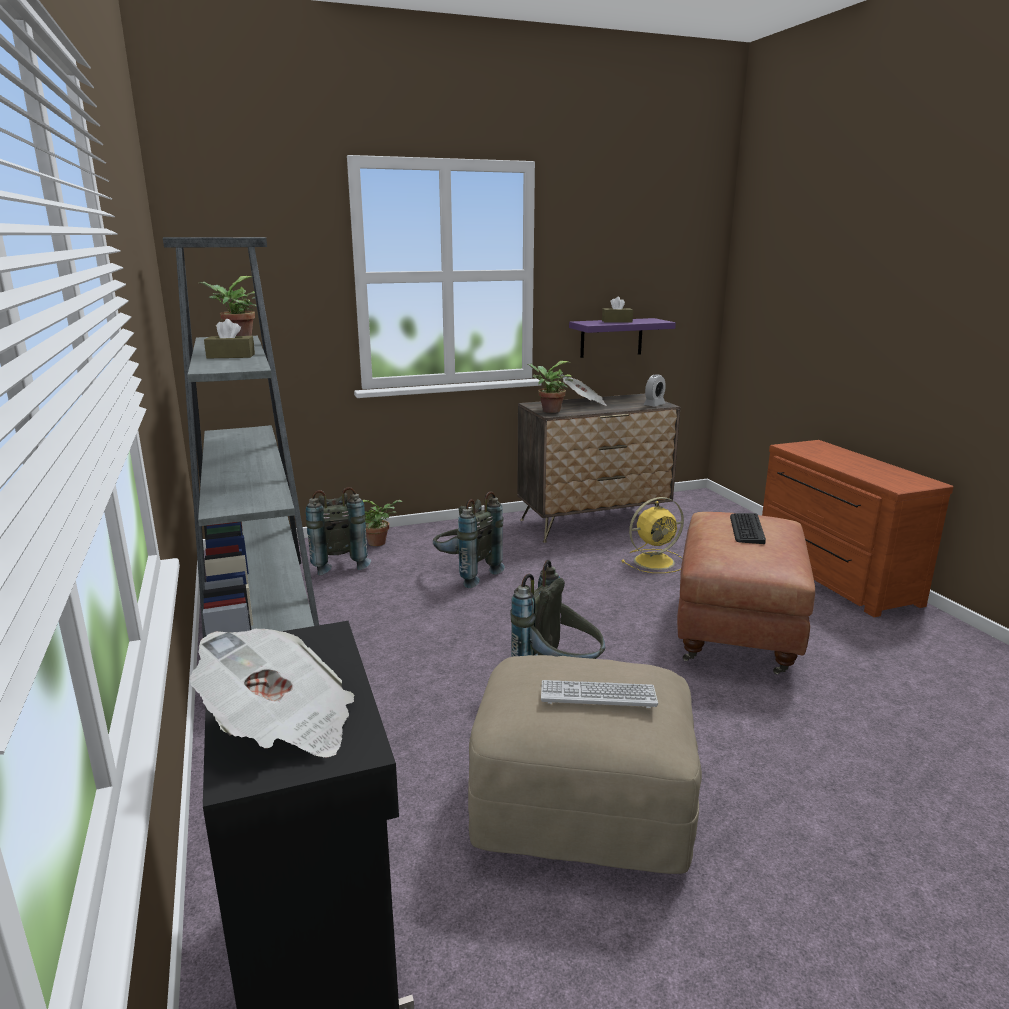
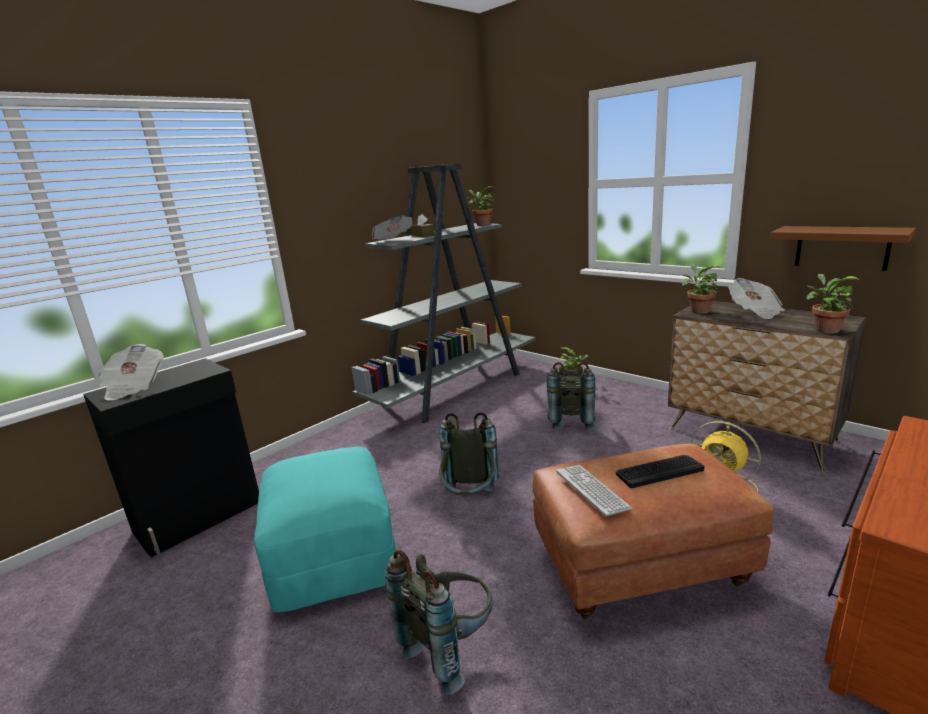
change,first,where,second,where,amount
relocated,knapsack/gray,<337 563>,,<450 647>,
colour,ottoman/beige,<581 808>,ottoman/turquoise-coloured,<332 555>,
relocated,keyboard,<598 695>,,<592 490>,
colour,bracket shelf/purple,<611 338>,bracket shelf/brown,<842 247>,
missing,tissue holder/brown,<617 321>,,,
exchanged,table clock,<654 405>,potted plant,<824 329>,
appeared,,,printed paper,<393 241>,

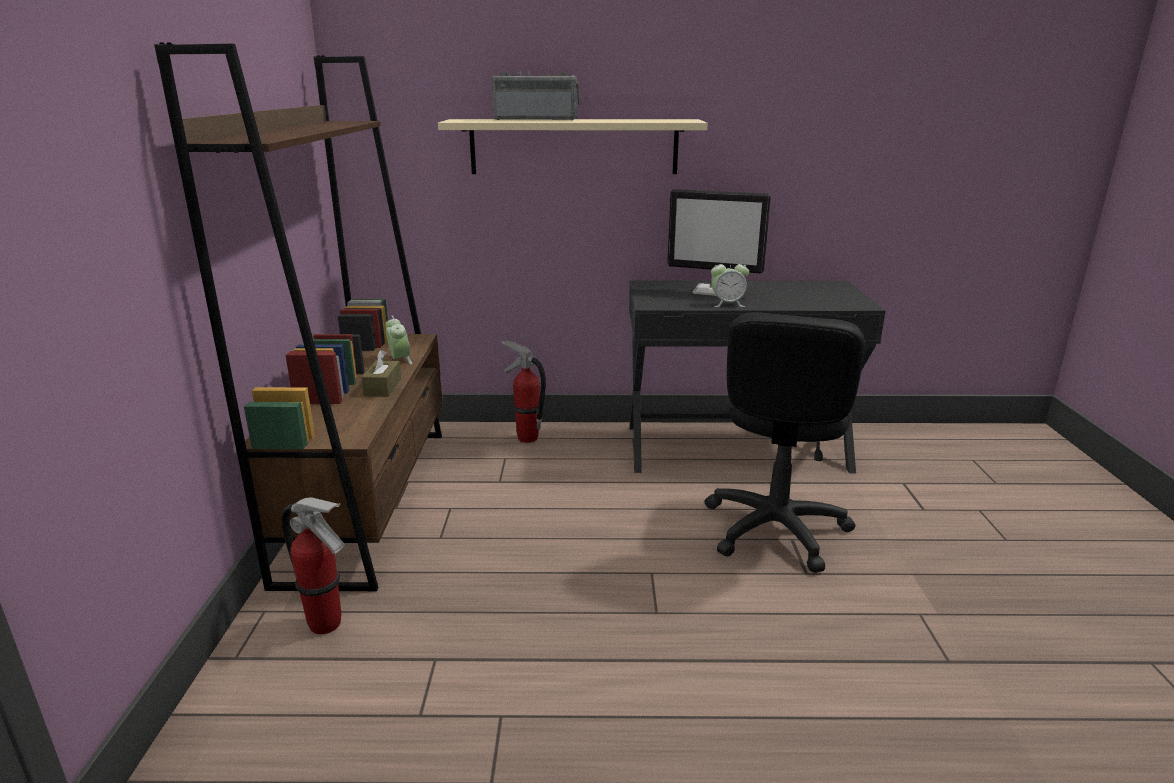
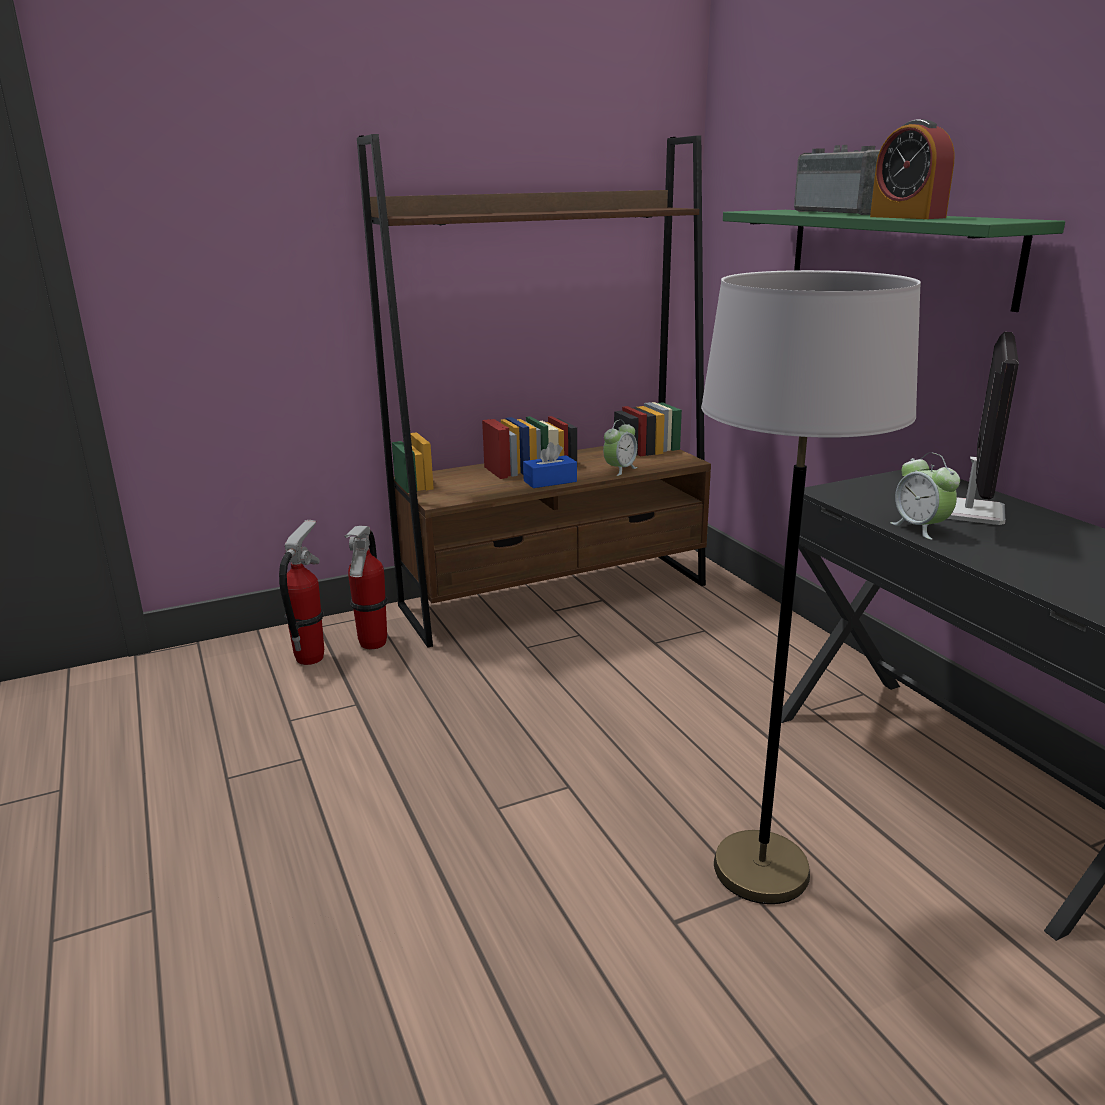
change,first,where,second,where,amount
colour,tissue holder/brown,<383 387>,tissue holder/blue-coloured,<550 481>,
colour,bracket shelf/beige,<574 147>,bracket shelf/green,<896 254>,
relocated,fire-fighting cylinder,<527 438>,,<310 657>,
spun,monitor,<713 291>,,<970 512>,150 degrees counterclockwise
exchanged,office chair/black-coloured,<774 529>,floor lamp/gray,<760 869>,
appeared,,,table clock,<907 217>,

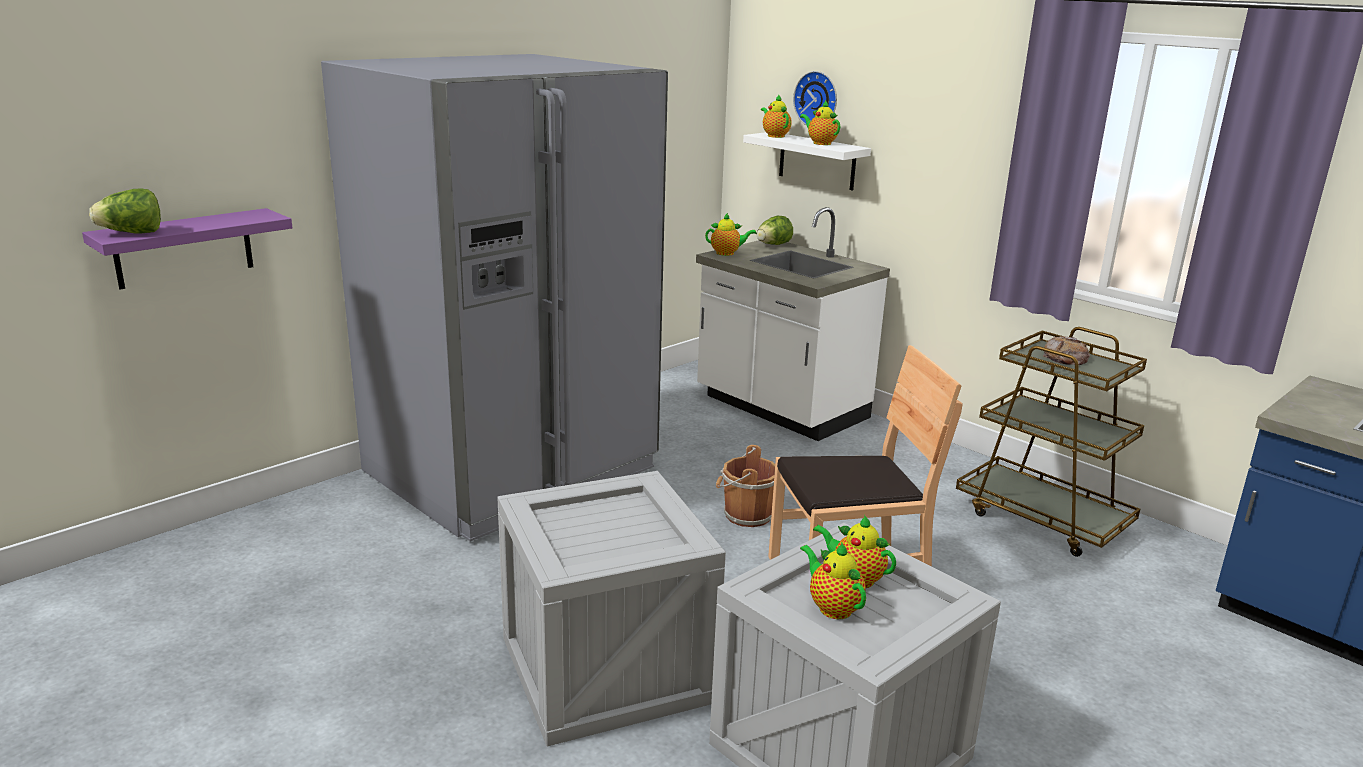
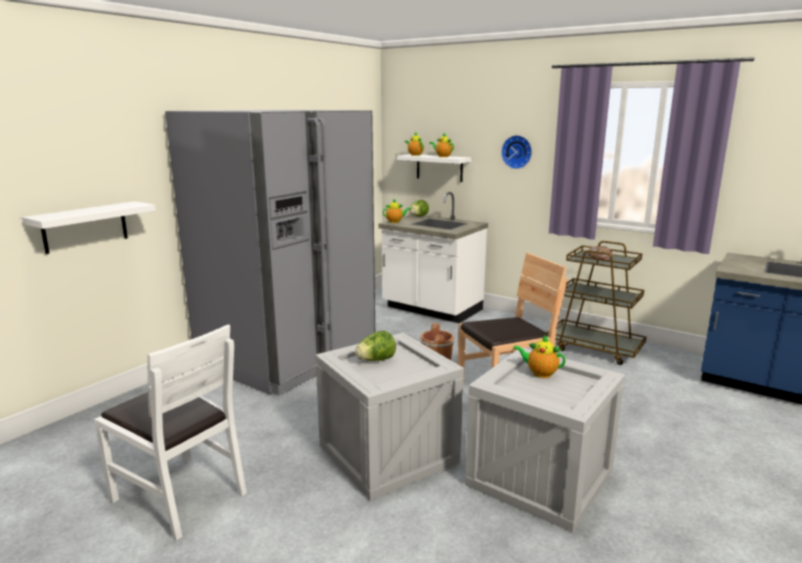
change,first,where,second,where,amount
colour,bracket shelf/purple,<184 248>,bracket shelf/white,<85 227>,
relocated,lettuce head,<132 233>,,<376 360>,
relocated,hanging clock,<817 99>,,<517 152>,
missing,teapot,<832 607>,,,
appeared,,,plain chair/white,<179 495>,

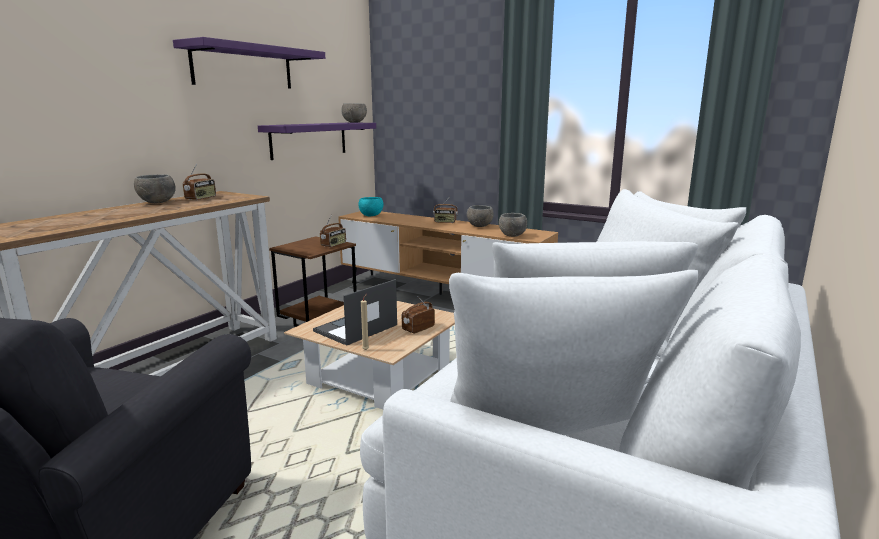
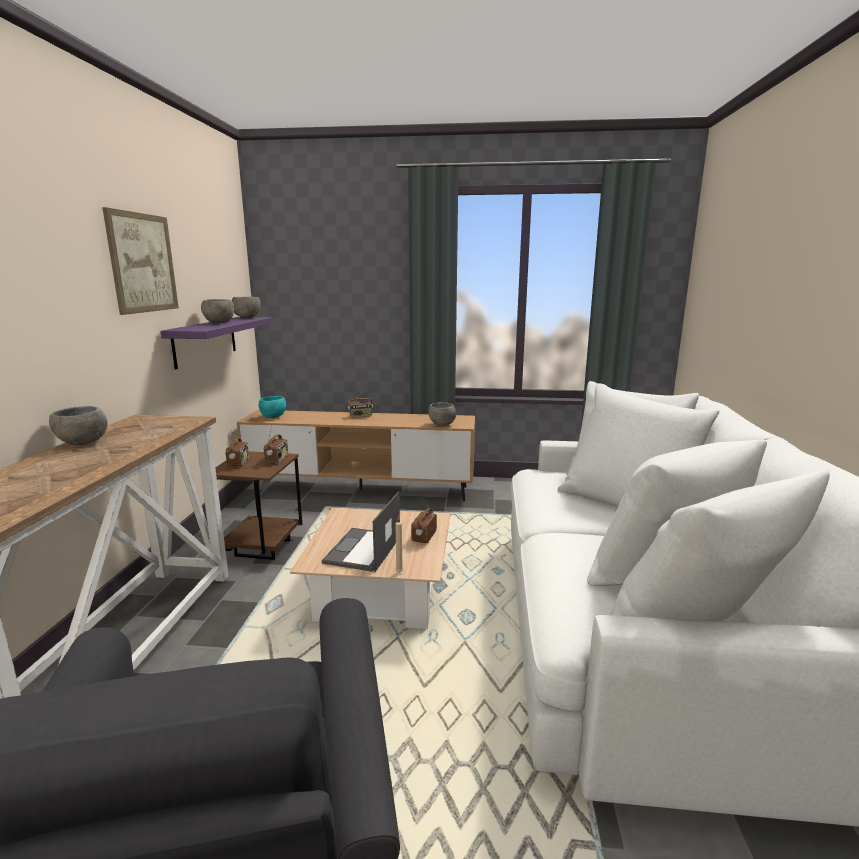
change,first,where,second,where,amount
exchanged,bracket shelf/purple,<243 67>,wall picture,<143 263>,
relocated,radio,<201 198>,,<238 463>,
relocated,serving bowl/gray,<480 226>,,<219 323>,

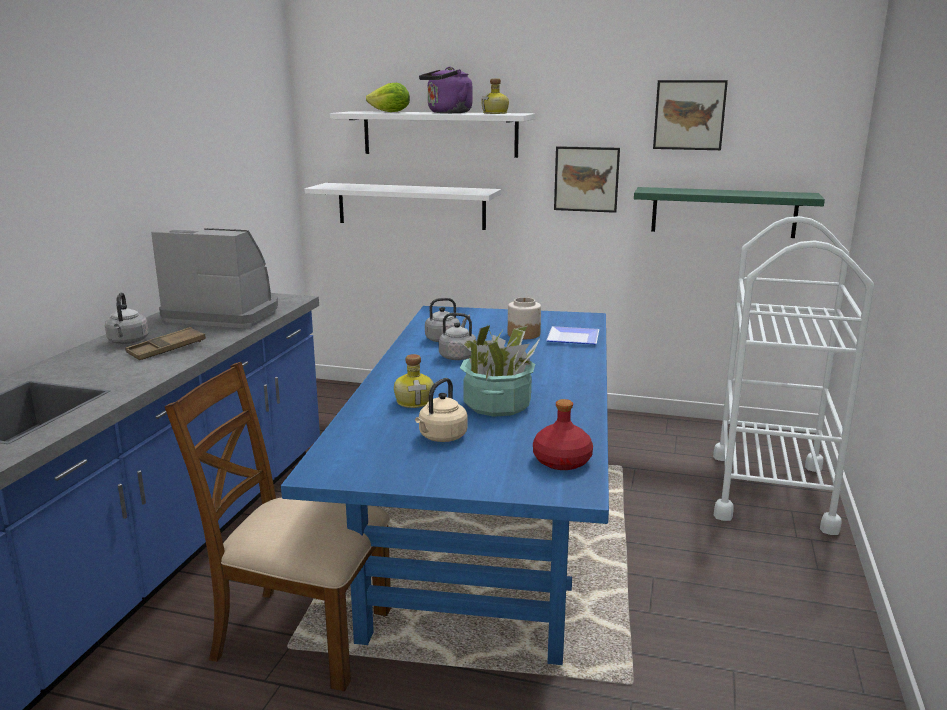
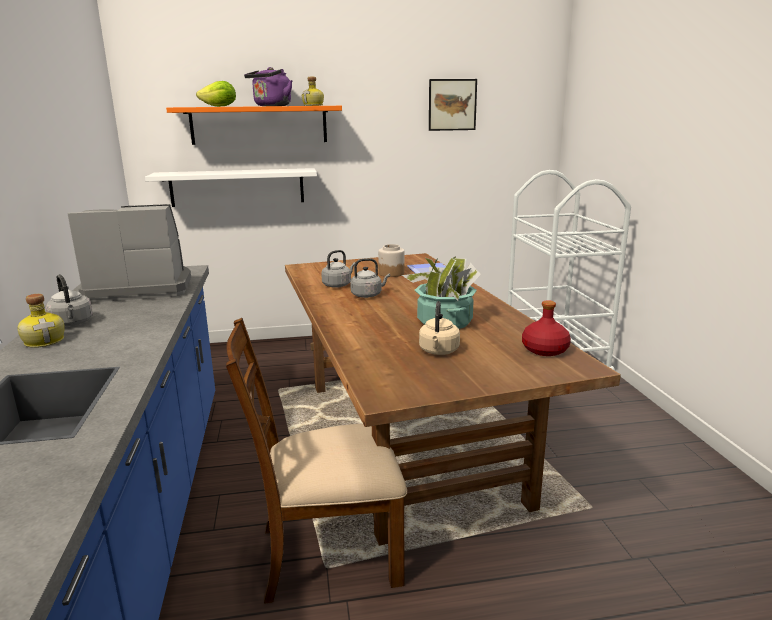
change,first,where,second,where,amount
missing,carrying tray/brown,<167 349>,,,
colour,kitchen table/blue-coloured,<485 539>,kitchen table/brown,<405 437>,
colour,bracket shelf/white,<439 134>,bracket shelf/orange,<259 125>,
relocated,drink bottle,<415 401>,,<45 341>,
missing,wall picture,<586 179>,,,
missing,bracket shelf/green,<723 212>,,,

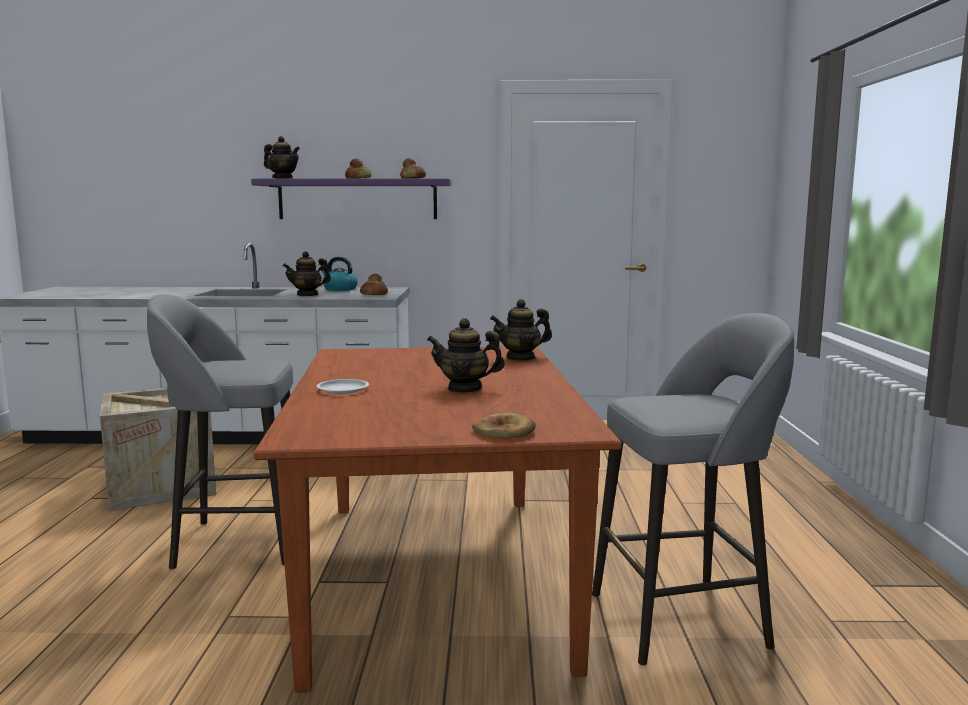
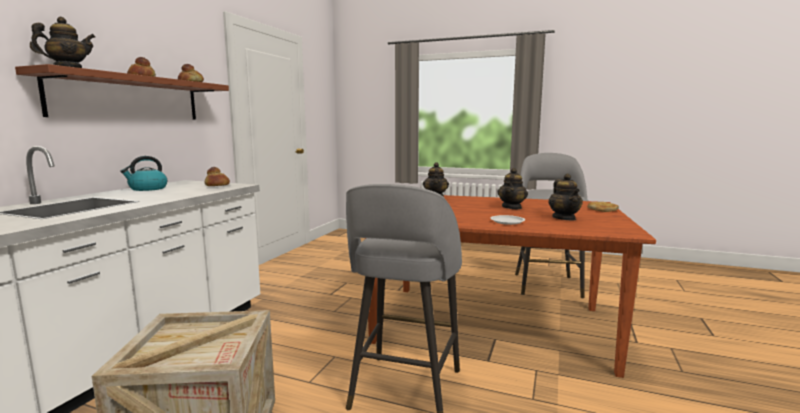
change,first,where,second,where,amount
colour,bracket shelf/purple,<357 199>,bracket shelf/brown,<129 98>,
relocated,teapot,<307 294>,,<564 218>,

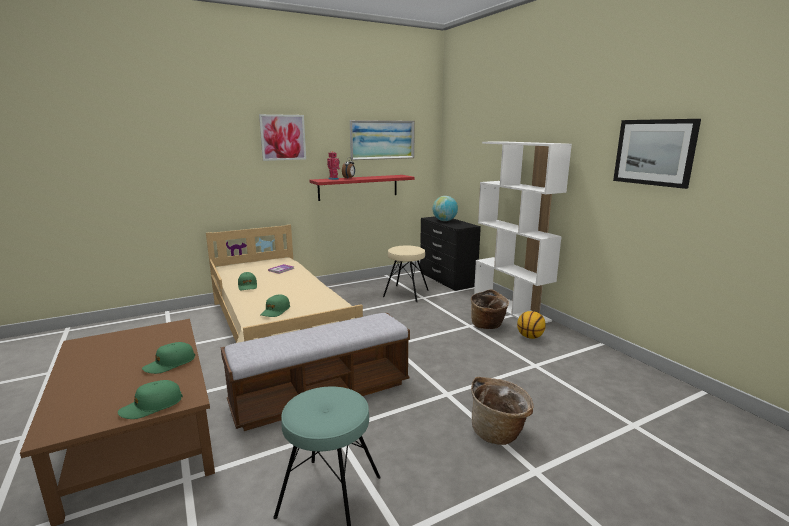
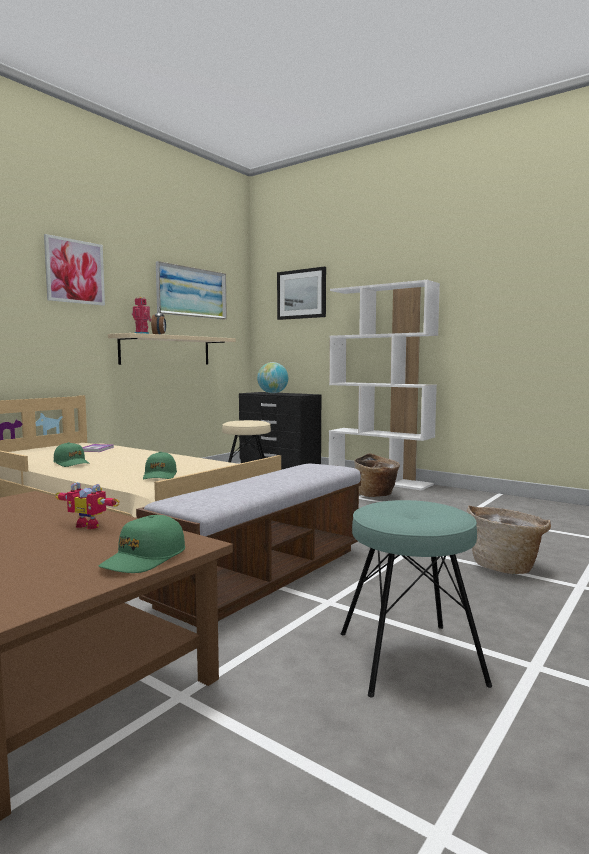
change,first,where,second,where,amount
exchanged,baseball cap/green,<170 364>,toy robot,<91 525>,
colour,bracket shelf/red,<358 187>,bracket shelf/beige,<166 350>,
missing,basketball,<530 337>,,,
relocated,wall picture,<654 152>,,<301 294>,

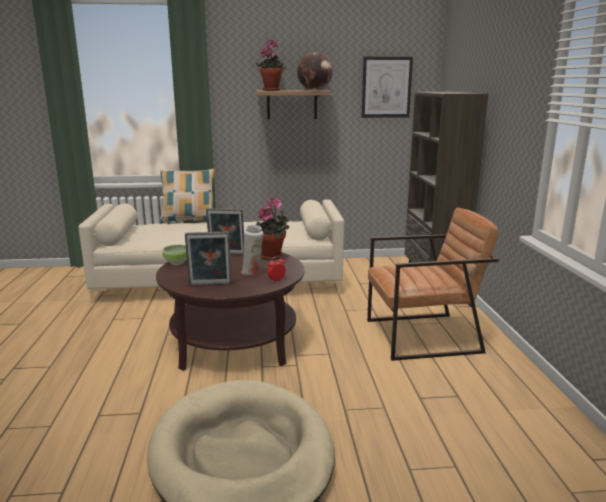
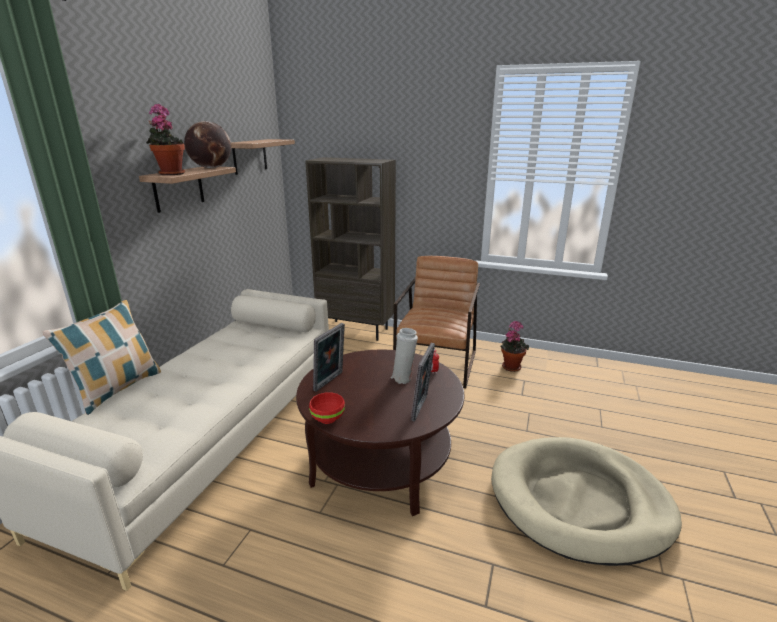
change,first,where,second,where,amount
colour,serving bowl/green,<177 263>,serving bowl/red,<328 418>,
relocated,potted plant,<273 256>,,<511 366>,
exchanged,wall picture,<386 87>,bracket shelf,<249 156>,

